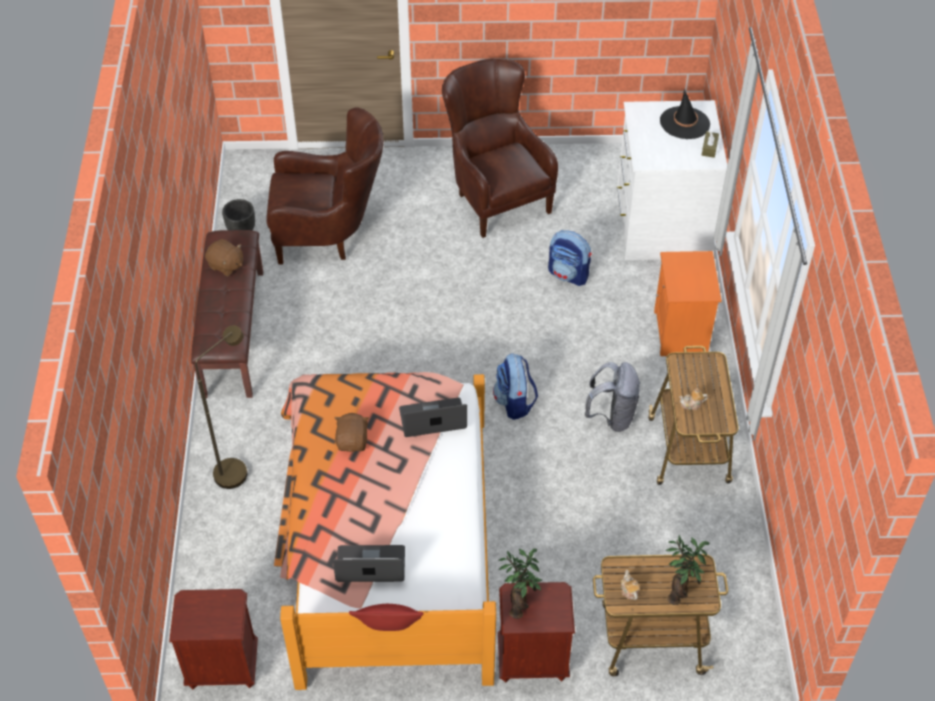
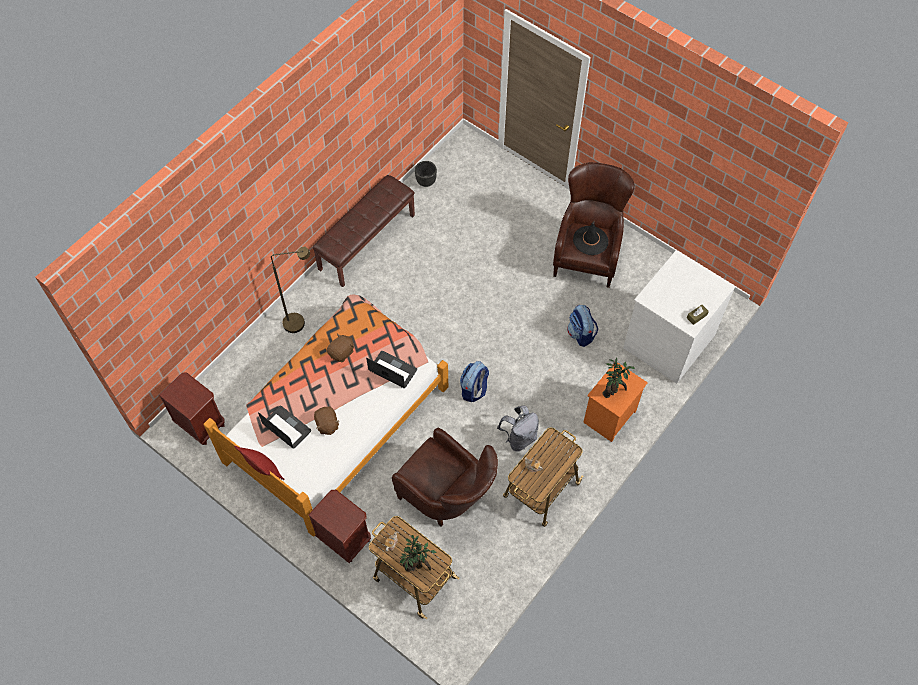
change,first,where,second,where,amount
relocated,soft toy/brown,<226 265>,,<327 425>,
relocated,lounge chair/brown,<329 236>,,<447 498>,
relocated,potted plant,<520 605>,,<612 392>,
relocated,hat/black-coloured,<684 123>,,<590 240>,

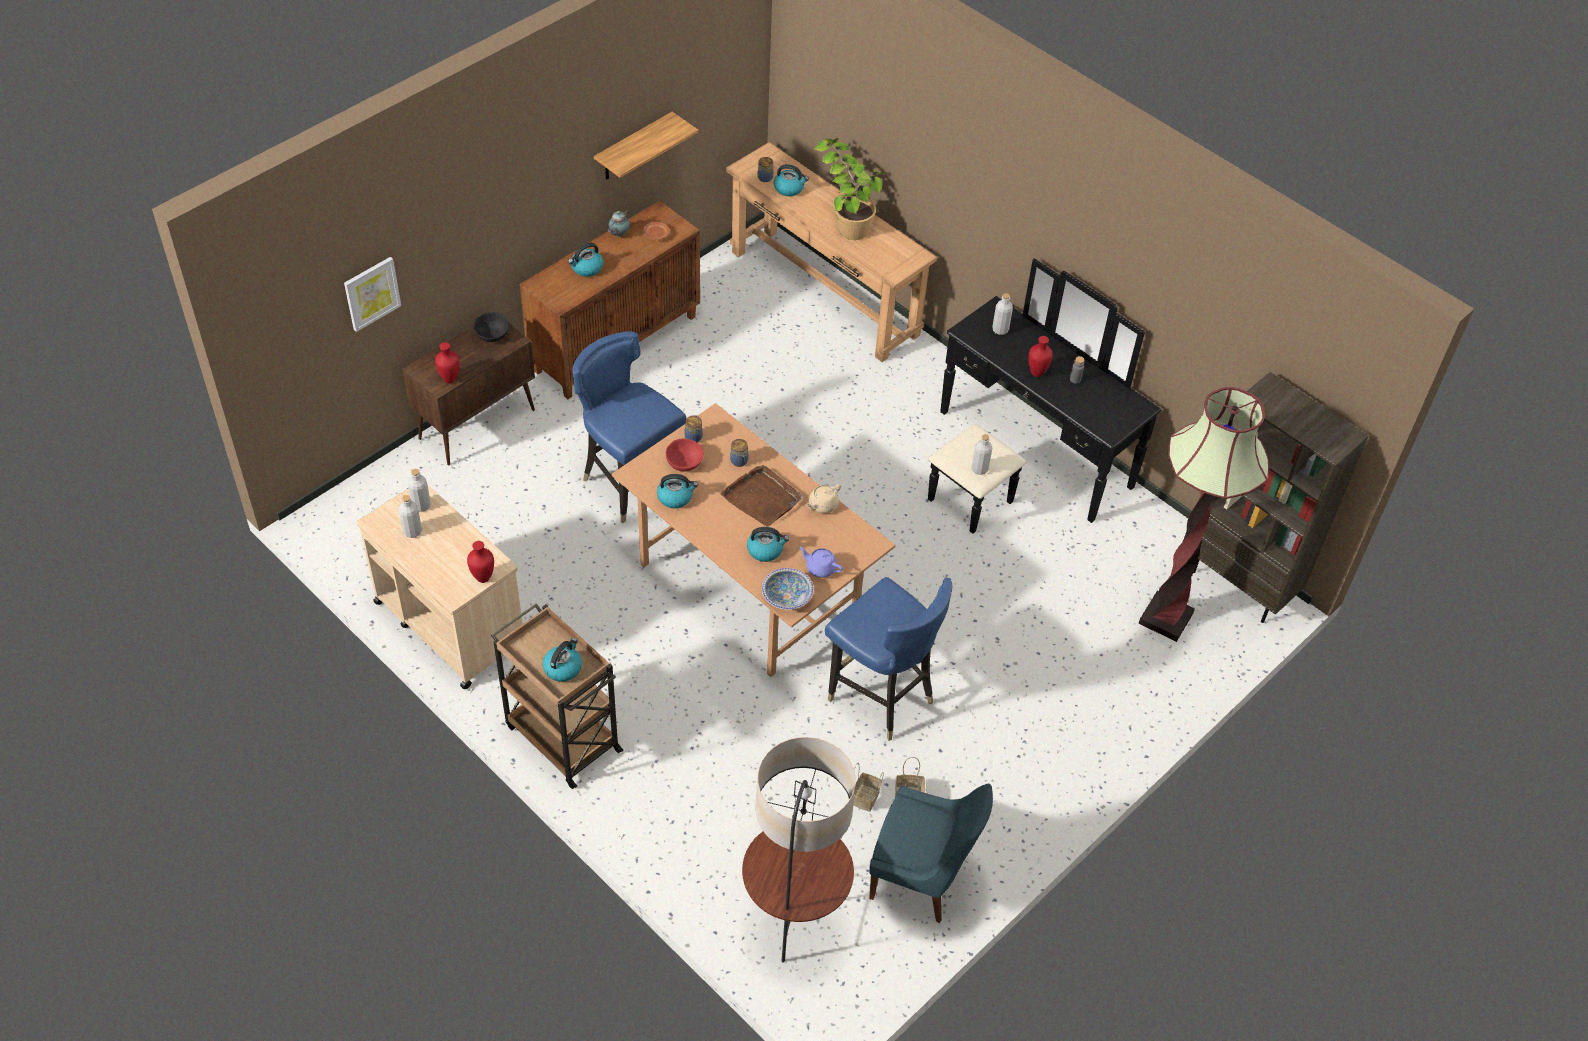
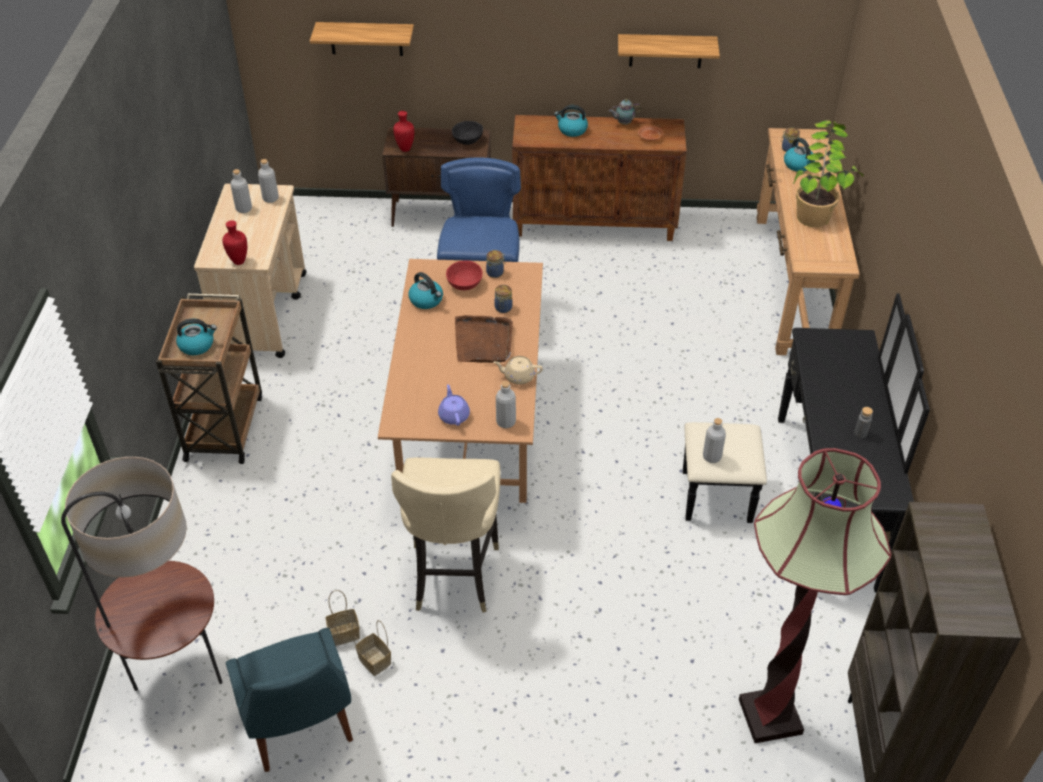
change,first,where,second,where,amount
exchanged,wall picture,<371 293>,bracket shelf,<366 38>,
missing,tea kettle,<765 550>,,,
missing,serving bowl,<787 596>,,,
colour,plain chair/blue-coloured,<880 697>,plain chair/beige,<453 575>,
relocated,drink bottle/gray,<1000 330>,,<506 422>,
missing,vase/red,<1037 374>,,,

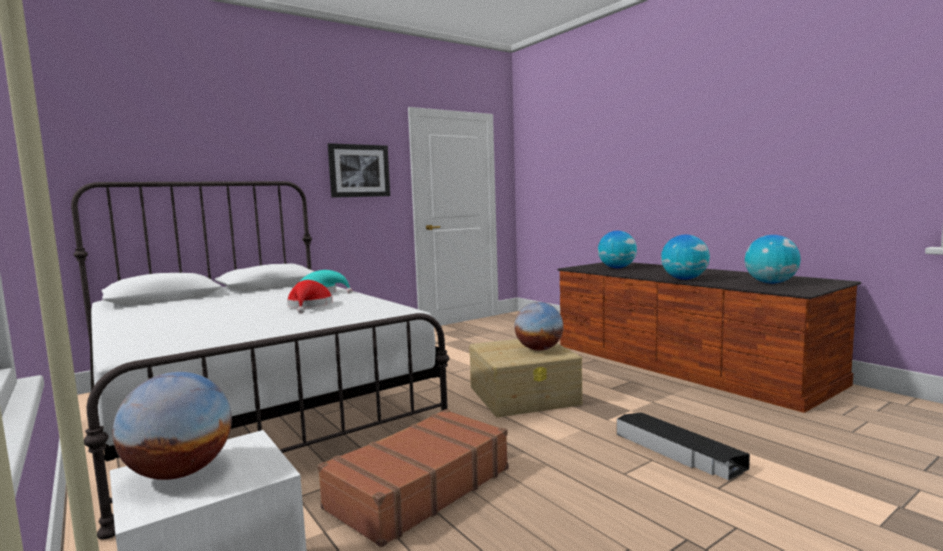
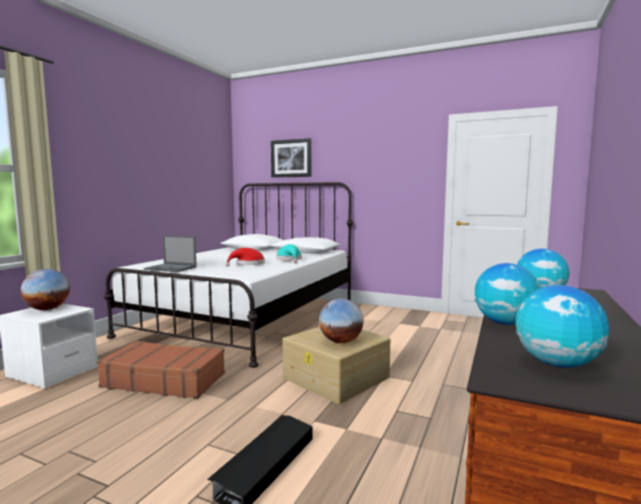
change,first,where,second,where,amount
relocated,wall picture,<359 171>,,<291 158>,
appeared,,,laptop,<171 268>,

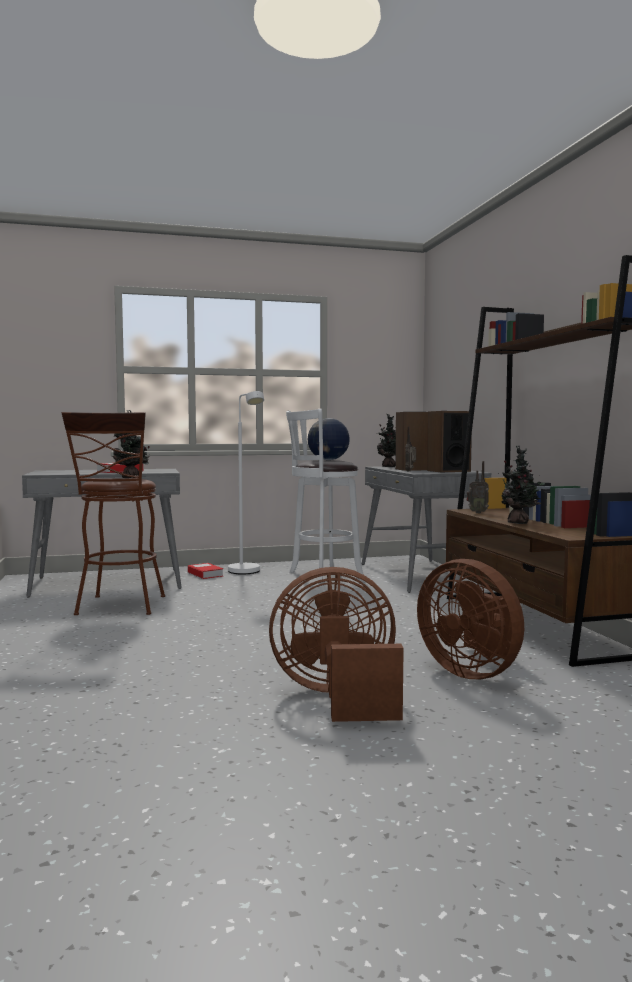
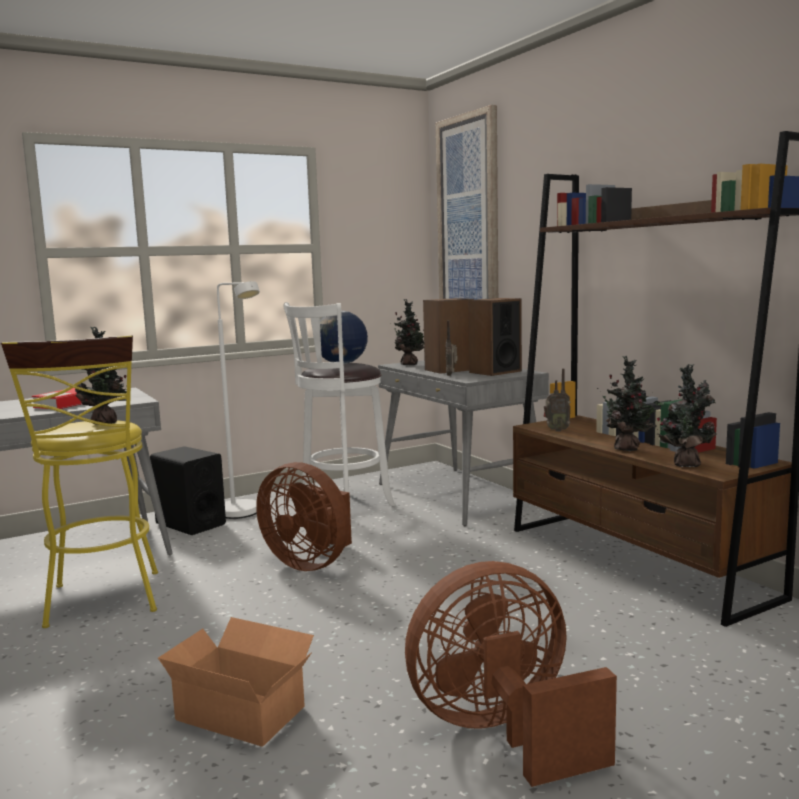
change,first,where,second,where,amount
colour,stool/brown,<119 607>,stool/yellow-coloured,<104 602>,
exchanged,bound book,<205 574>,speaker/black-coloured,<190 524>,
relocated,electric fan/brown,<472 671>,,<310 563>,
appeared,,,cardboard box,<241 710>,
appeared,,,wall picture,<469 225>,
appeared,,,potted plant,<685 464>,

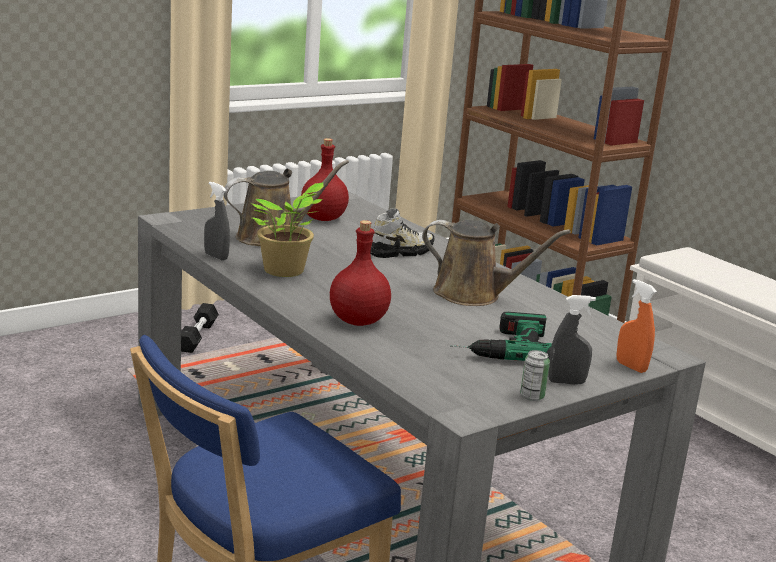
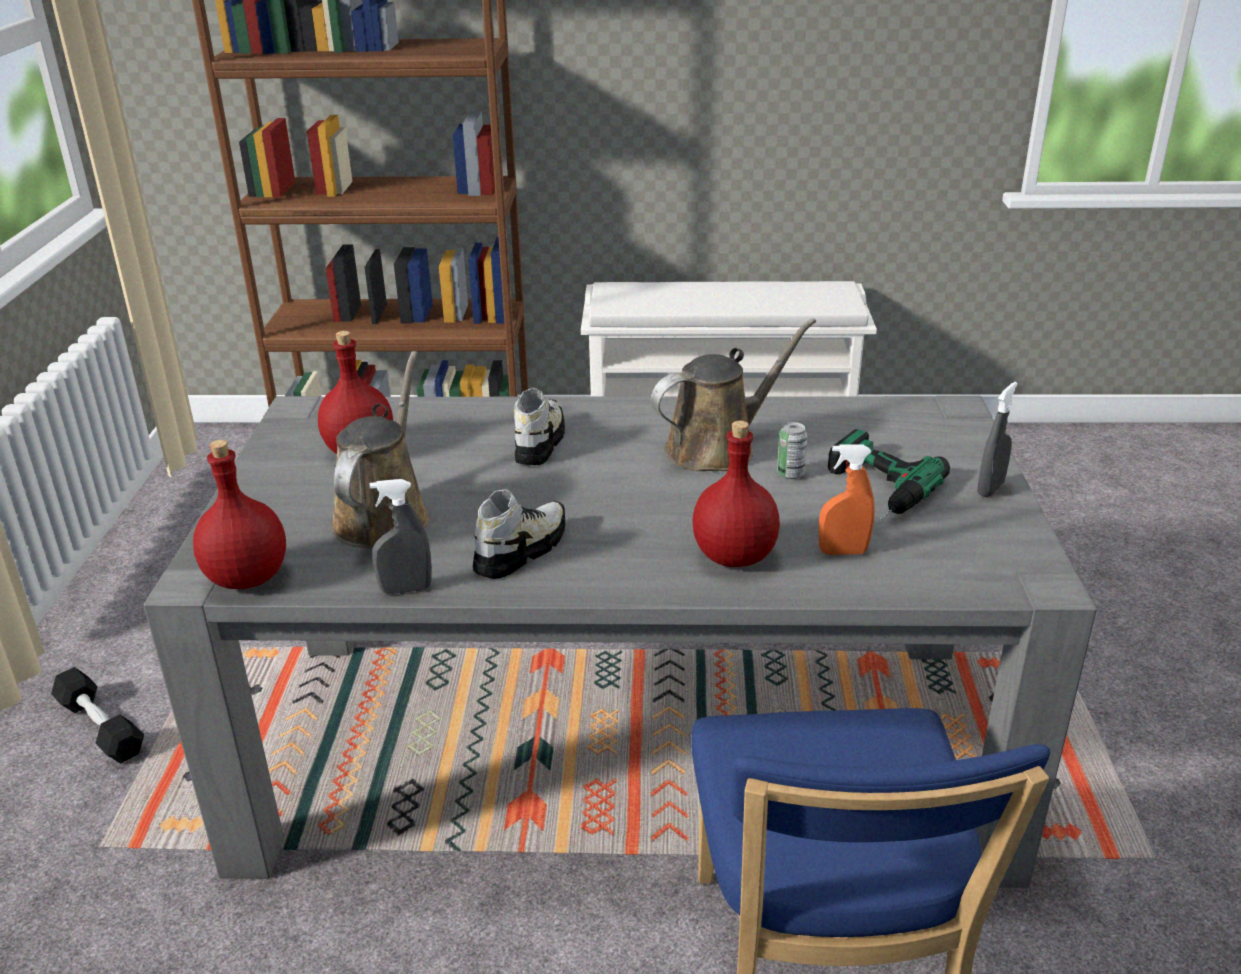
change,first,where,second,where,amount
exchanged,potted plant,<286 271>,low shoe,<521 550>,
relocated,metal can,<532 396>,,<790 474>,
relocated,sprayer/orange,<631 367>,,<843 552>,
appeared,,,drink bottle/red,<248 576>,

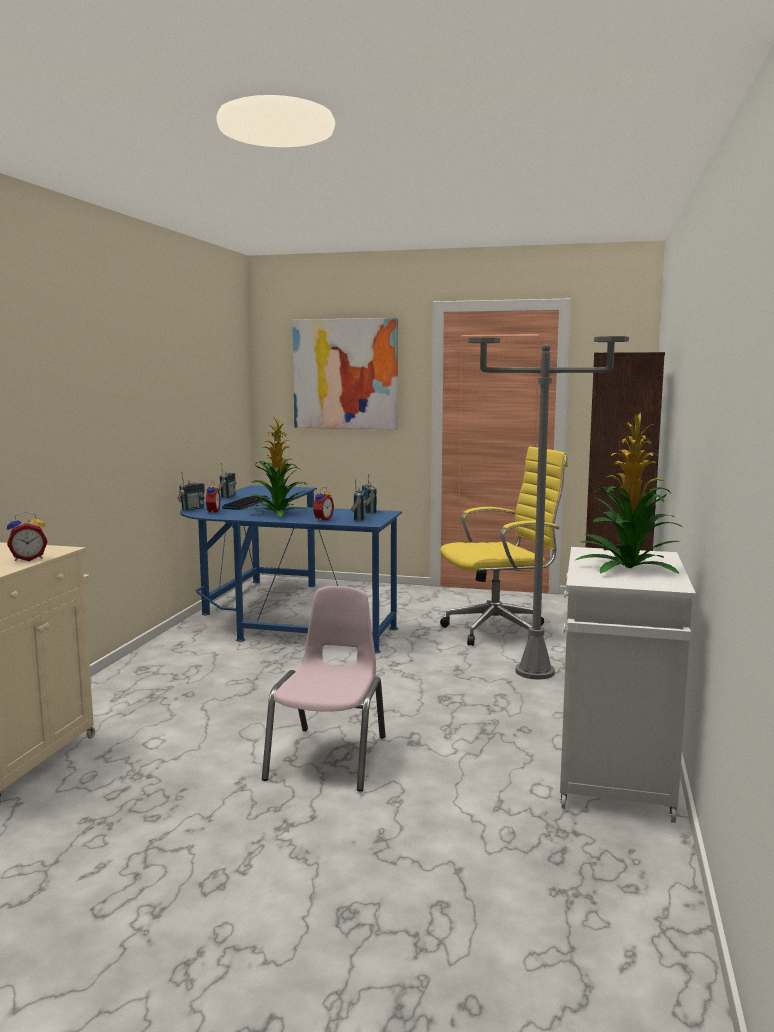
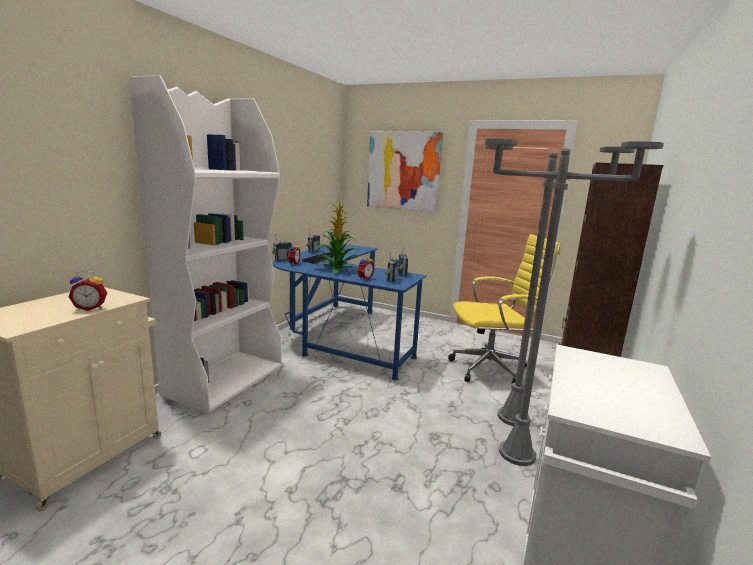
change,first,where,second,where,amount
missing,plain chair/pink,<329 757>,,,
missing,potted plant,<627 567>,,,
appeared,,,bookshelf/white,<225 379>,
appeared,,,floor lamp/gray,<516 453>,

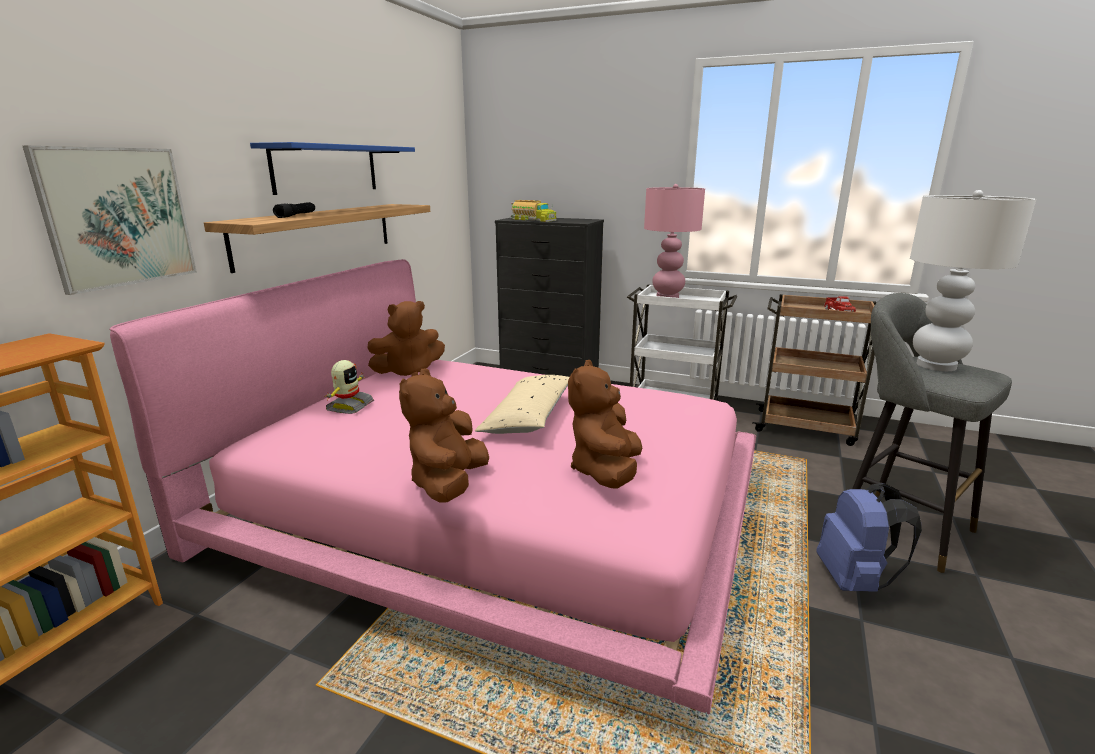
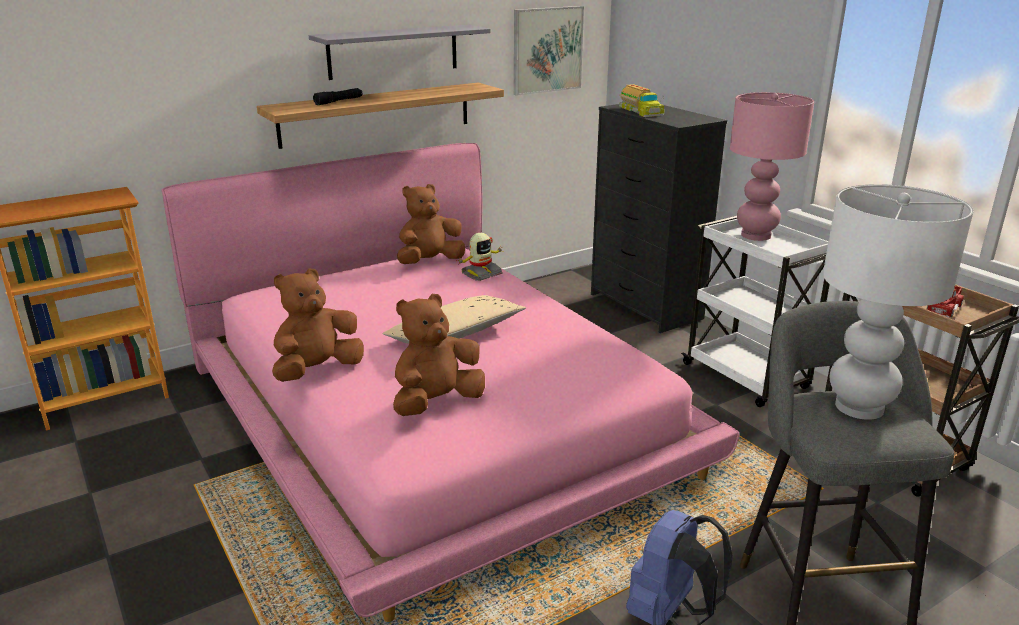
change,first,where,second,where,amount
relocated,wall picture,<118 217>,,<547 50>,
colour,bracket shelf/blue-coloured,<326 168>,bracket shelf/gray,<393 51>,
relocated,toy robot,<349 406>,,<481 274>,
spun,soft toy/brown,<408 371>,,<429 262>,135 degrees clockwise

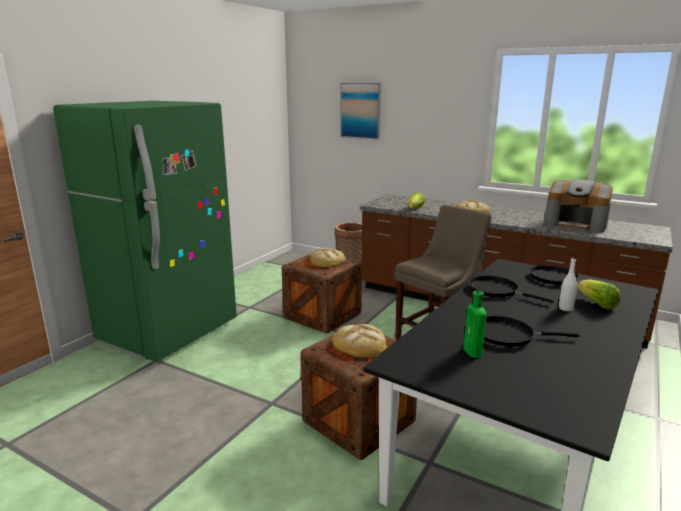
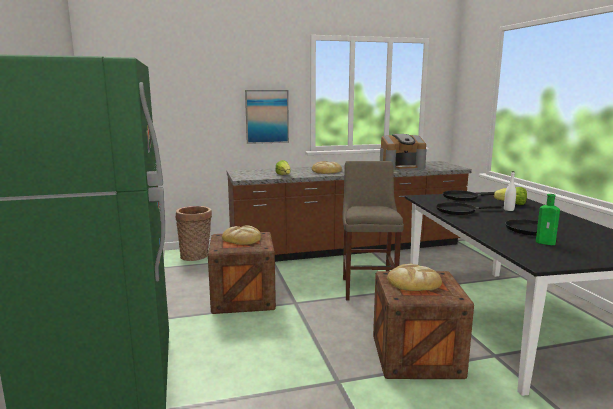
change,first,where,second,where,amount
relocated,wall picture,<360 110>,,<267 116>,

